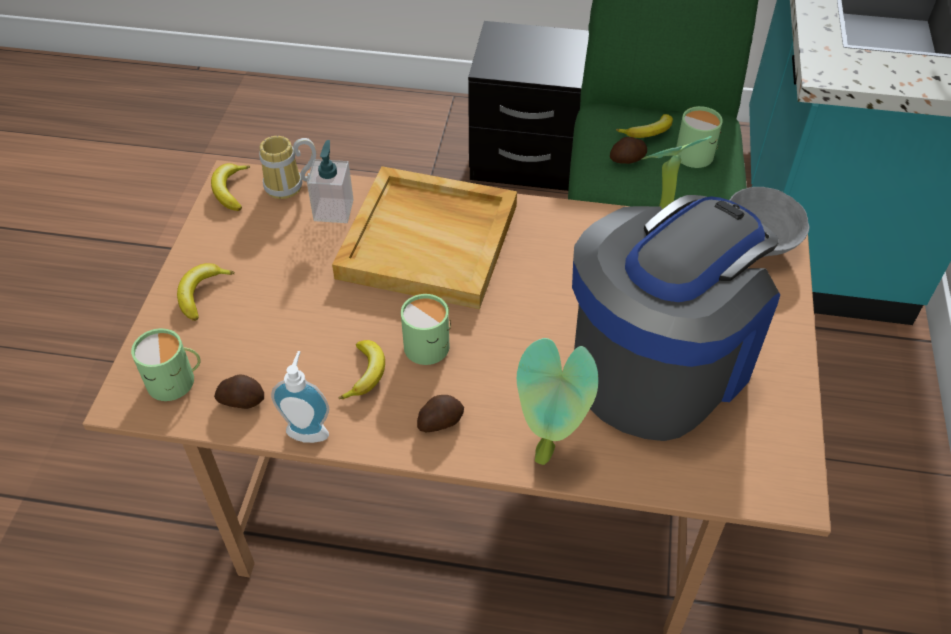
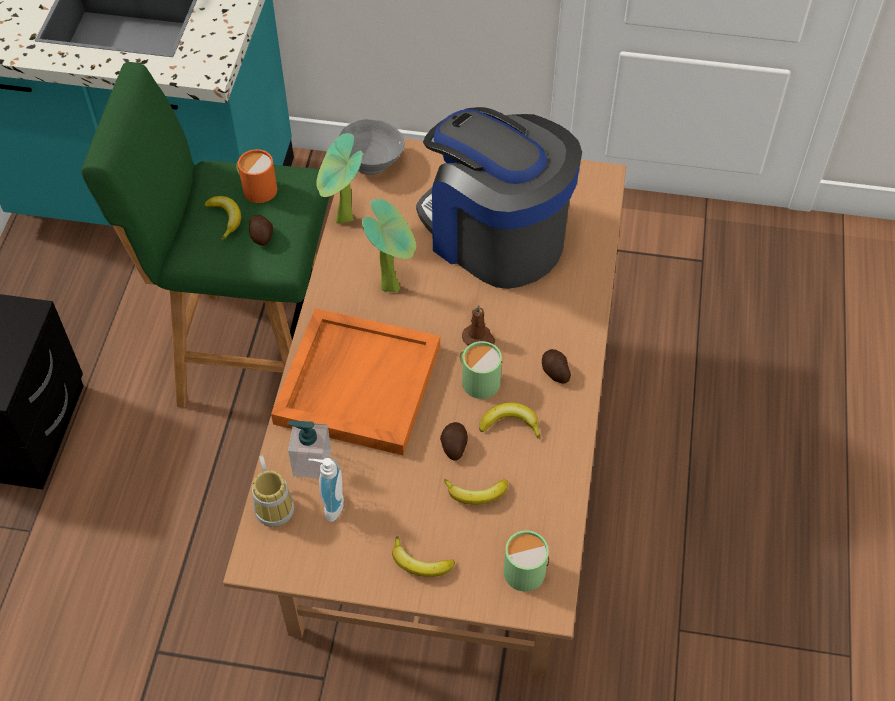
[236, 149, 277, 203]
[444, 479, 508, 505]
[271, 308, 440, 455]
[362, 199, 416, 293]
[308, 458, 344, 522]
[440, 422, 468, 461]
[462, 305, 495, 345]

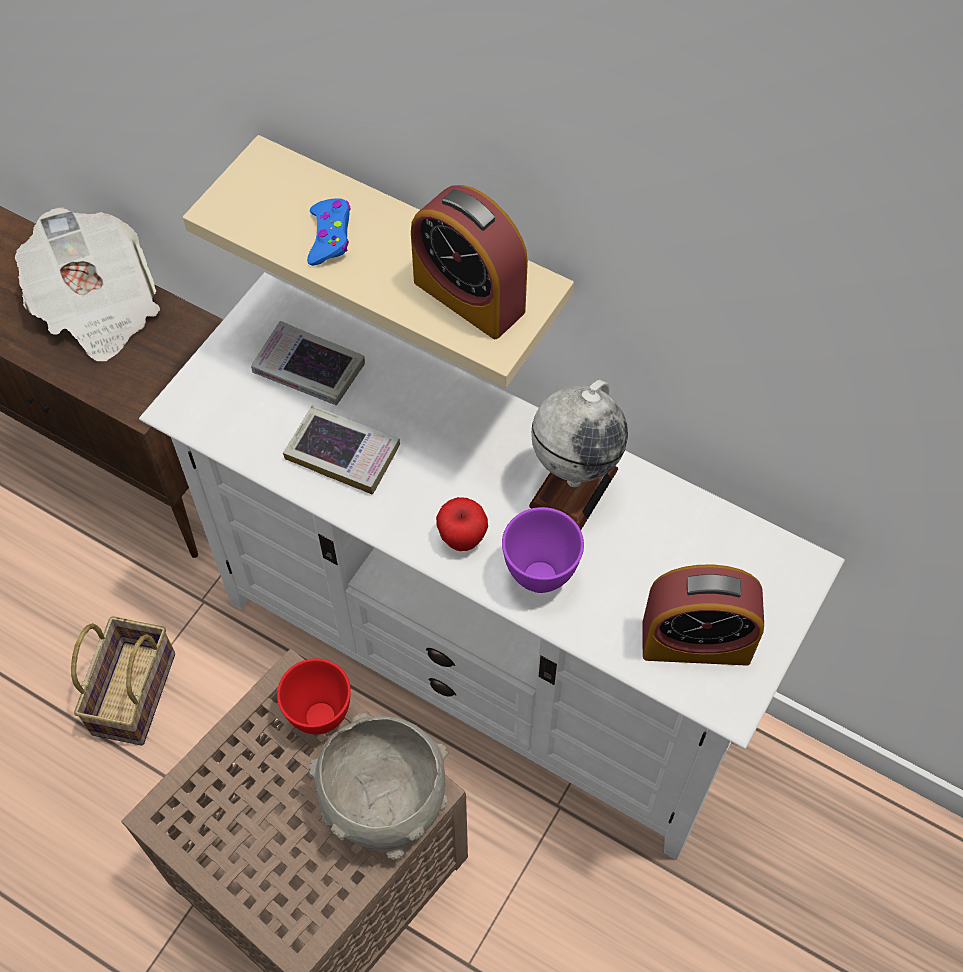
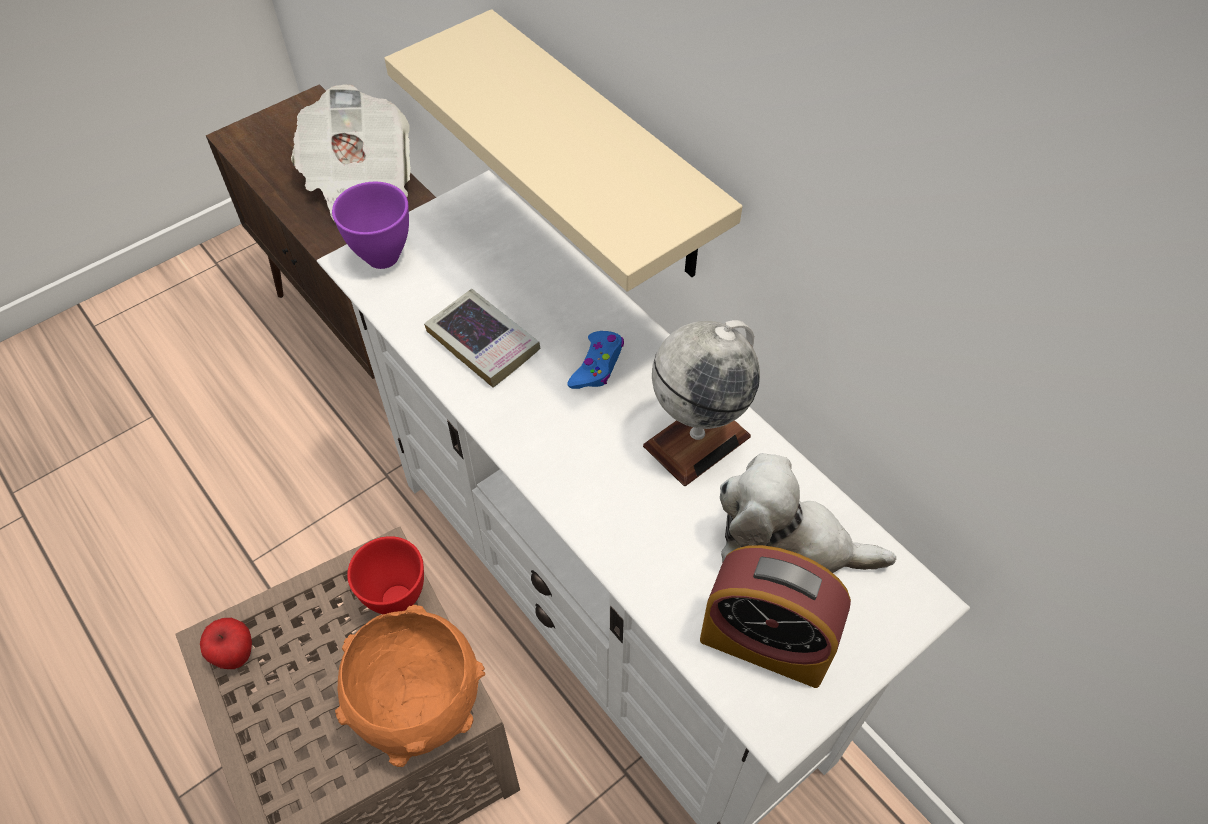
[411, 185, 528, 339] (first image)
[567, 331, 624, 389]
[251, 321, 365, 405] (first image)
[200, 618, 252, 669]
[332, 182, 409, 269]
[71, 616, 175, 746] (first image)
[335, 605, 485, 767]
[720, 453, 896, 573]

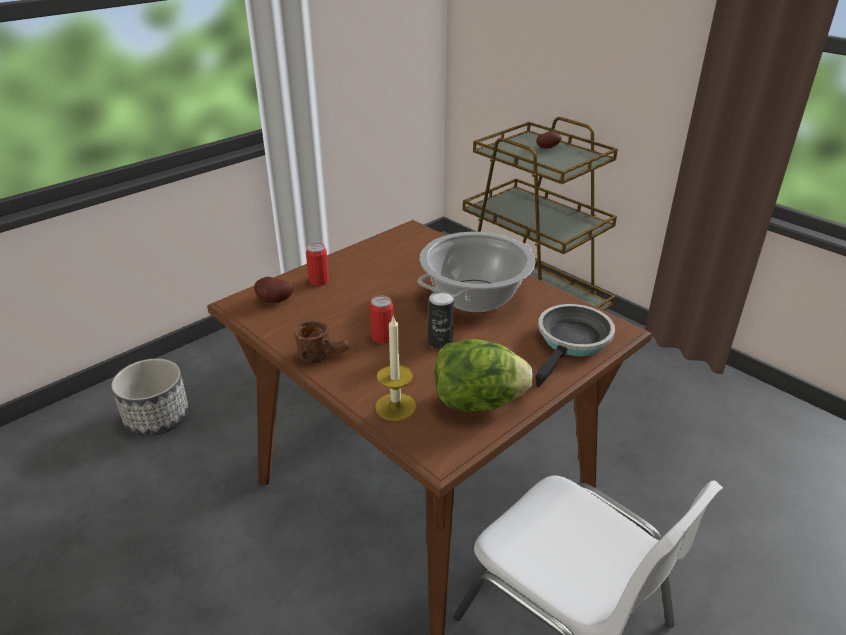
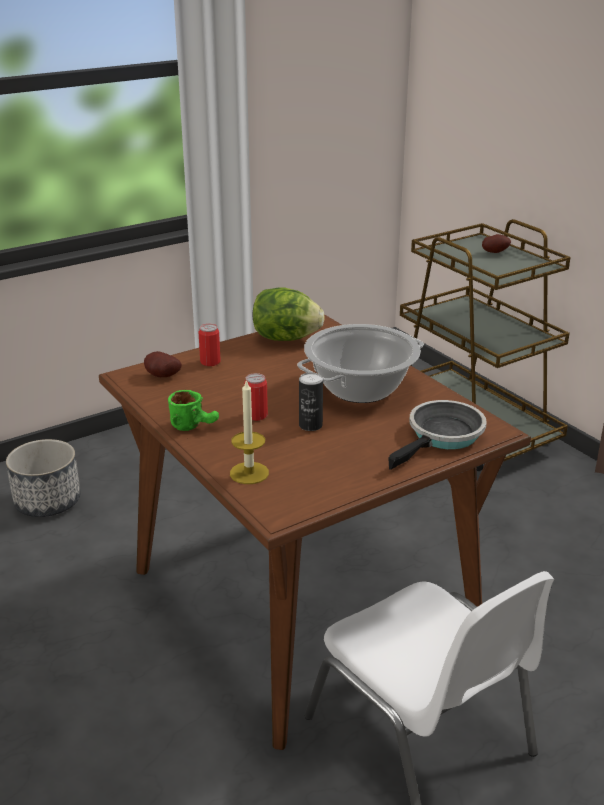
[168, 390, 219, 431]
[253, 288, 325, 341]

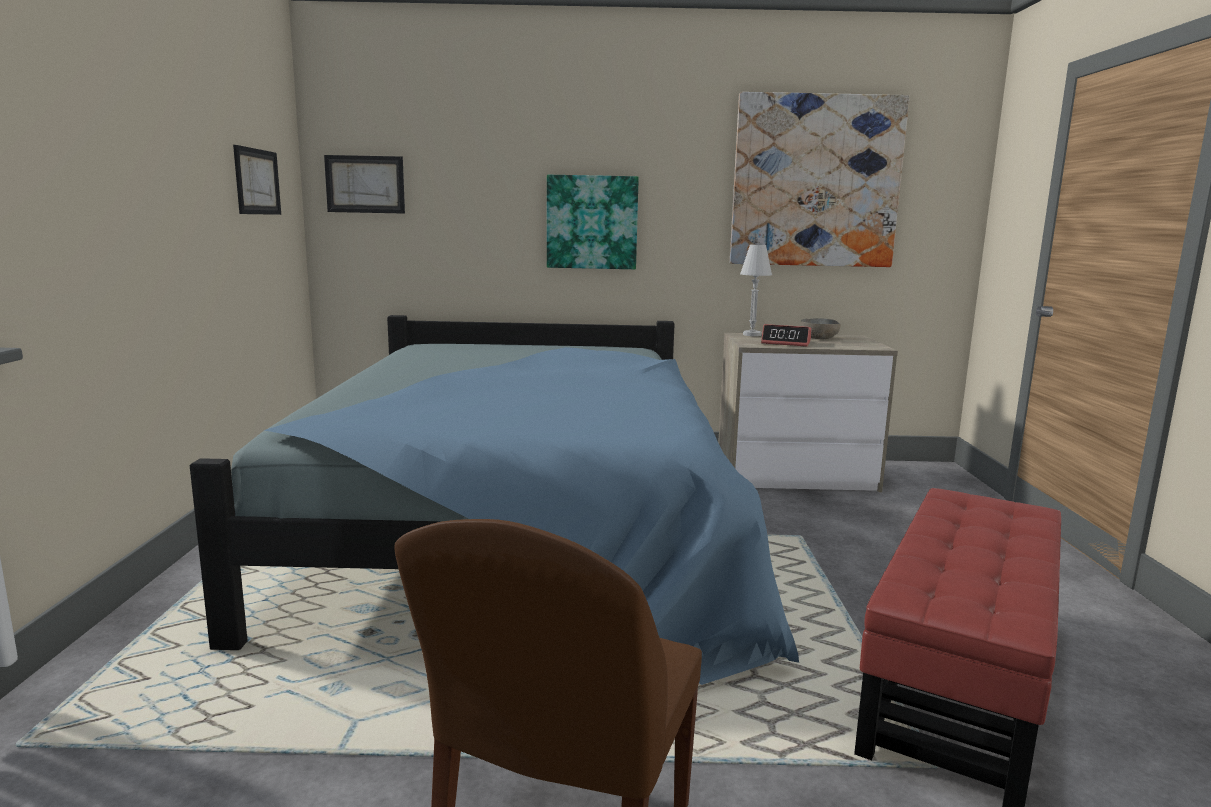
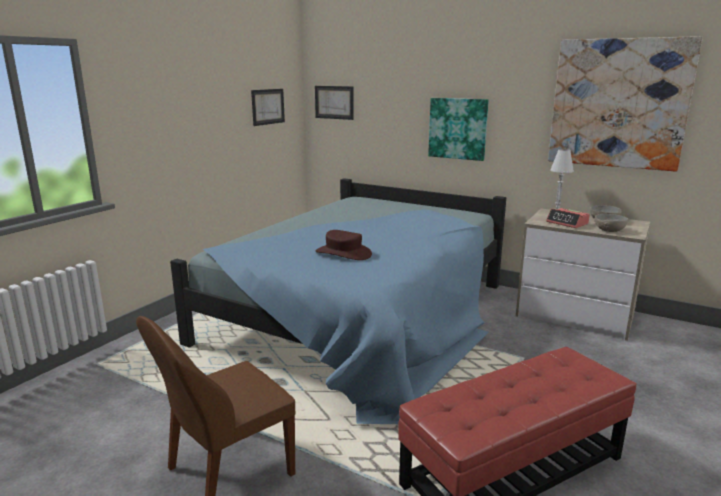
[594, 214, 628, 232]
[315, 230, 372, 260]

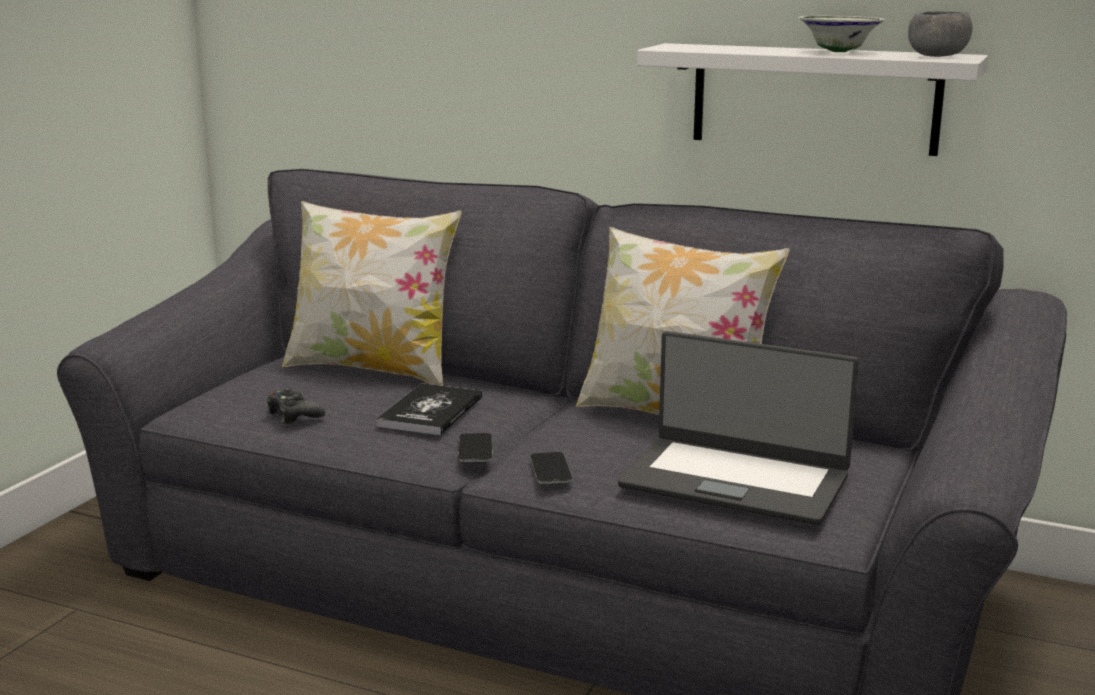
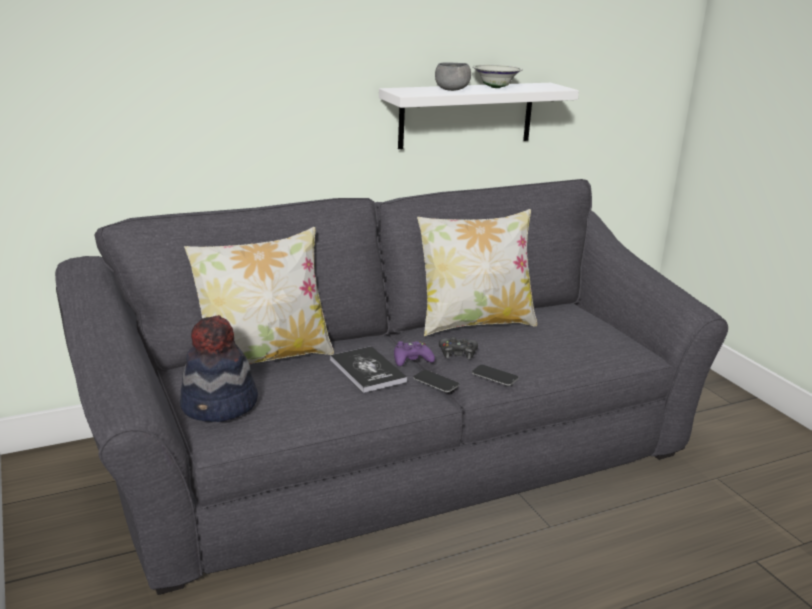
[435, 62, 471, 91]
[618, 331, 859, 525] (first image)
[439, 337, 478, 359]
[180, 315, 258, 422]
[394, 341, 435, 366]

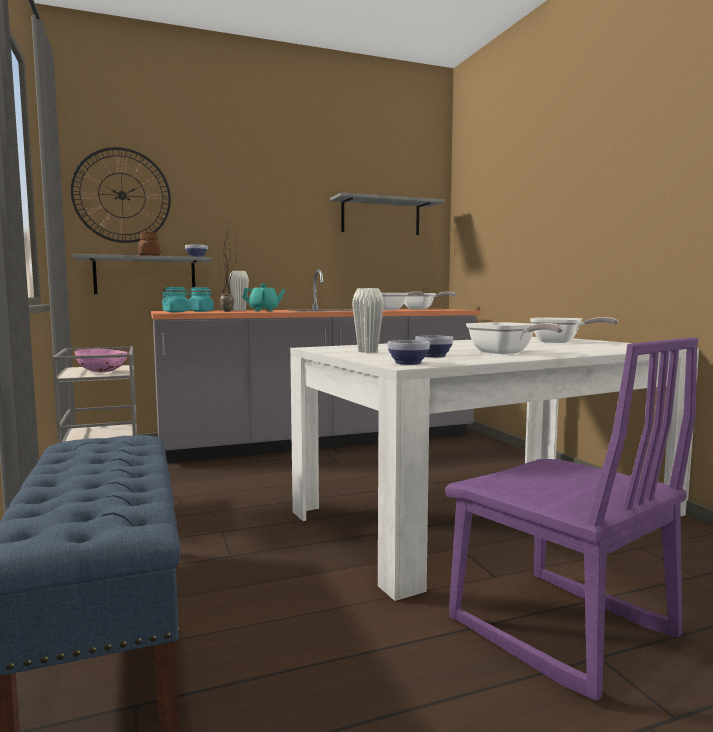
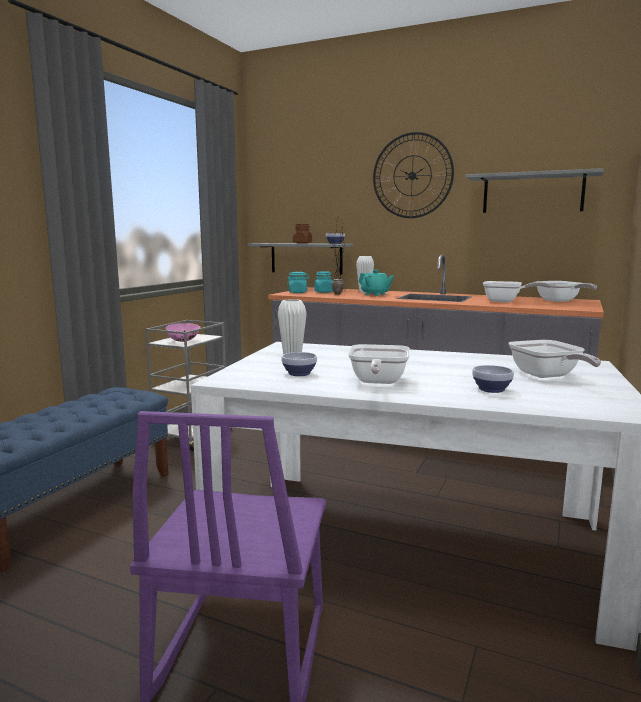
[373, 132, 454, 218]
[472, 365, 514, 393]

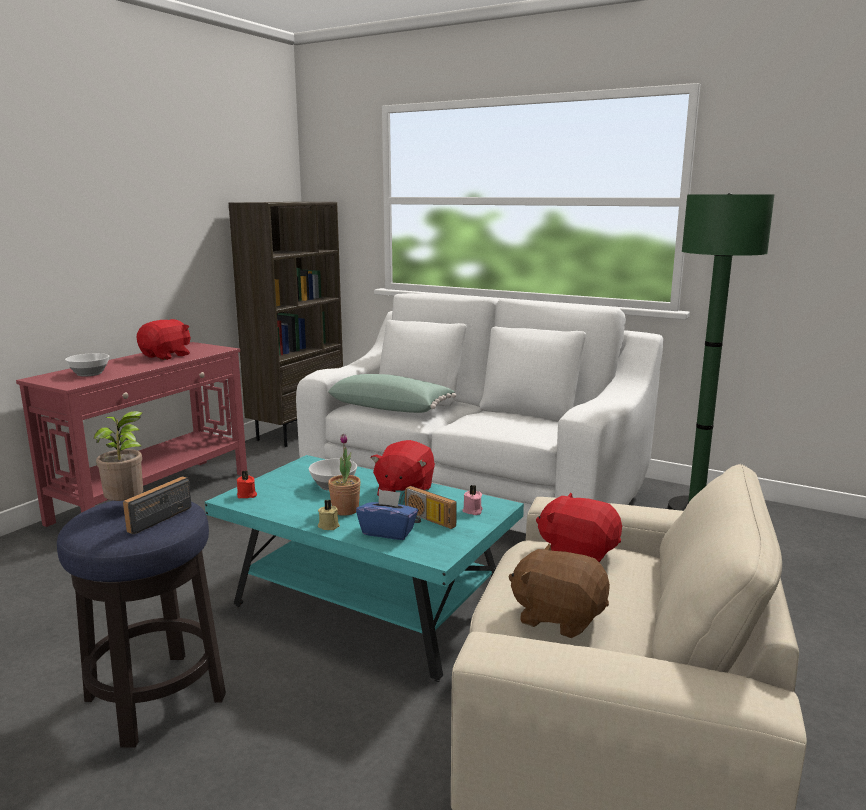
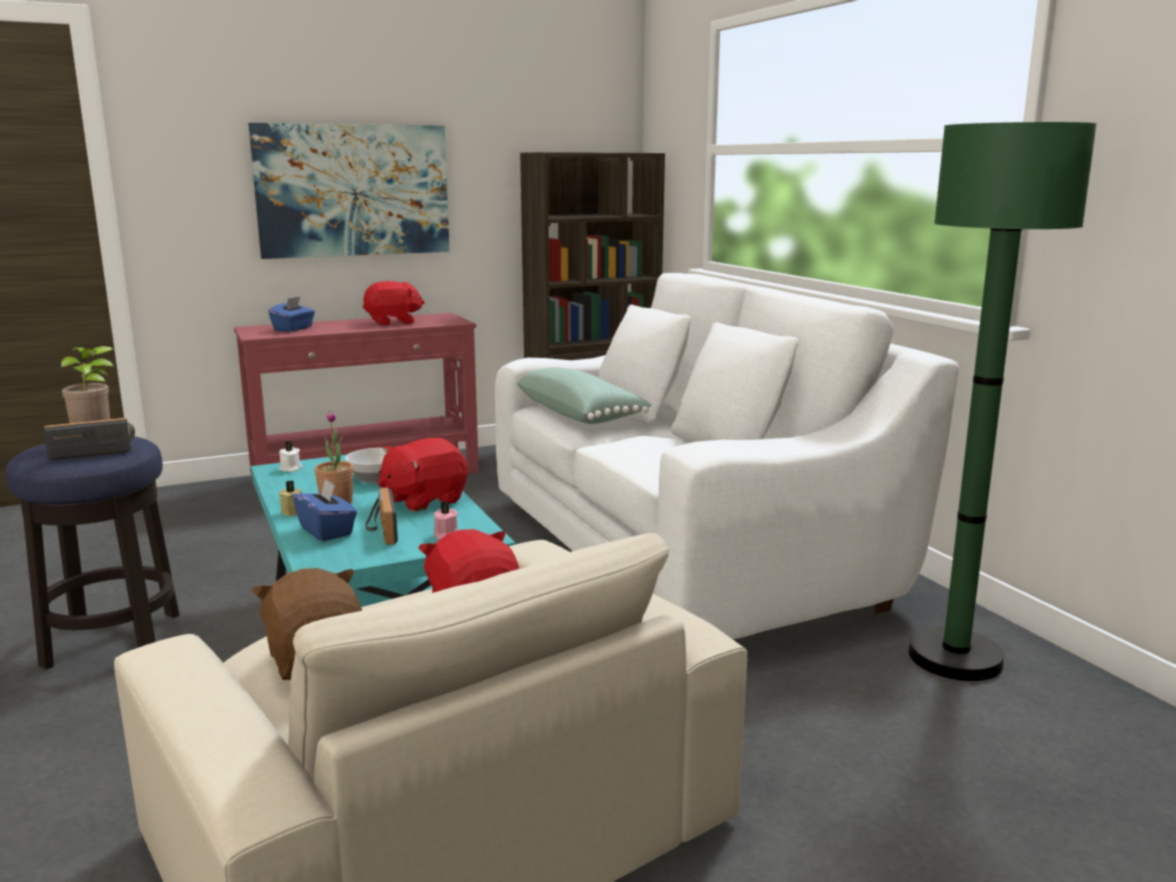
[268, 296, 315, 332]
[279, 441, 302, 472]
[248, 123, 450, 259]

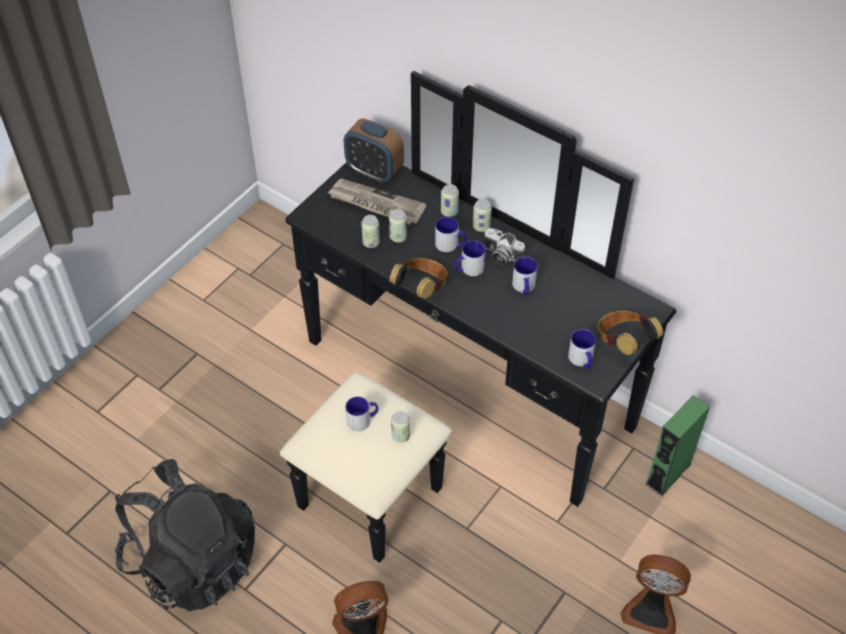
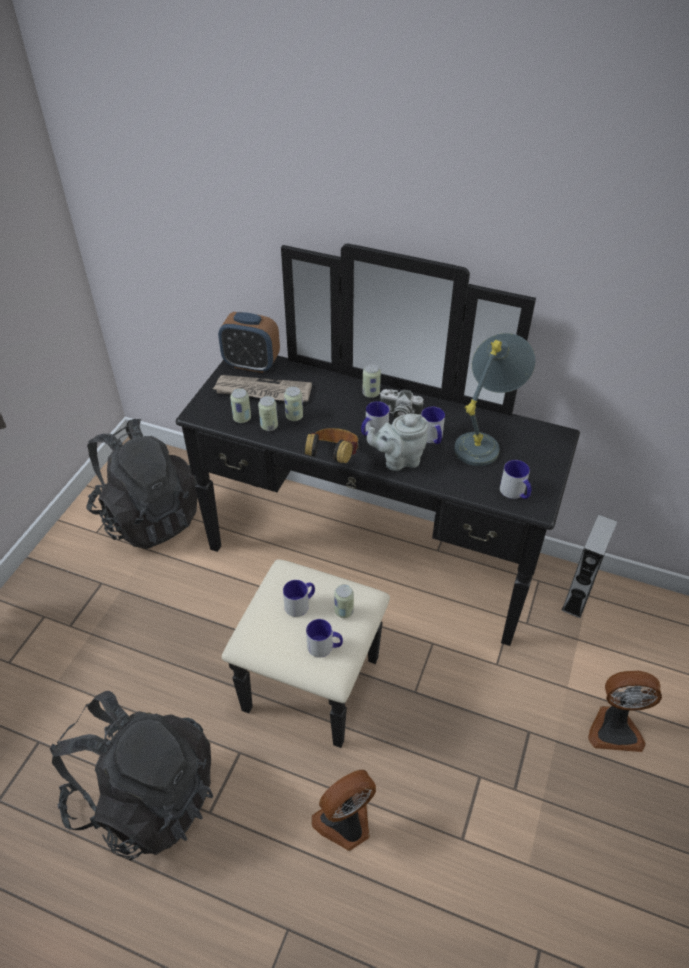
[230, 388, 251, 423]
[306, 619, 343, 658]
[597, 311, 663, 355] (first image)
[561, 514, 617, 618]
[454, 333, 535, 466]
[367, 414, 428, 471]
[86, 419, 197, 549]

